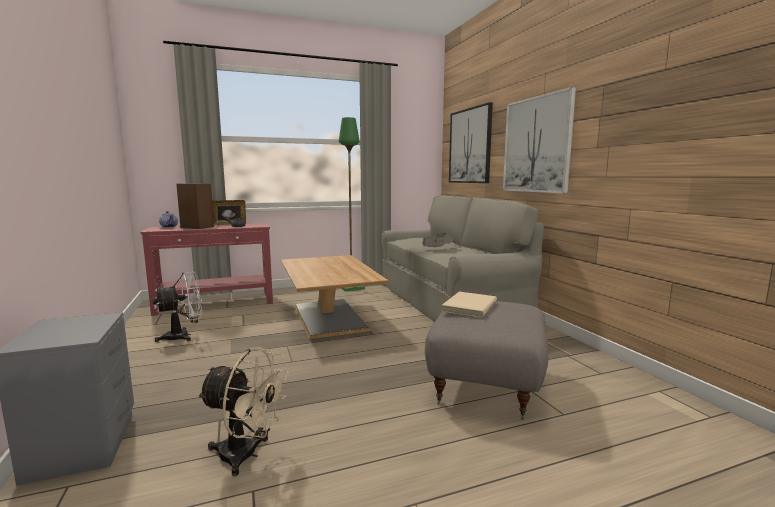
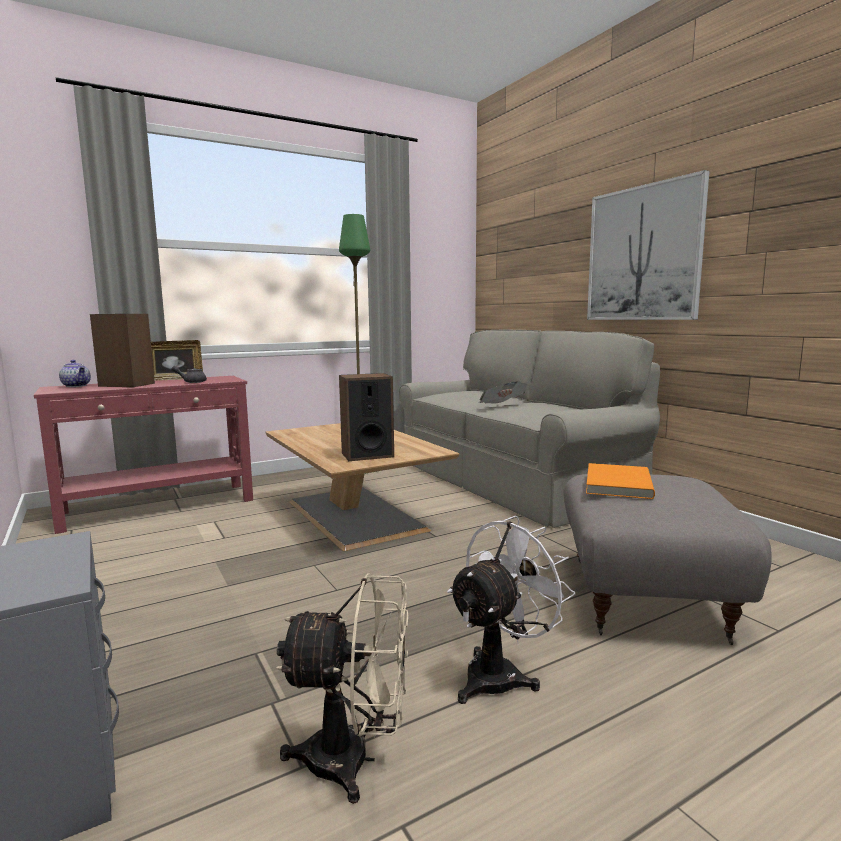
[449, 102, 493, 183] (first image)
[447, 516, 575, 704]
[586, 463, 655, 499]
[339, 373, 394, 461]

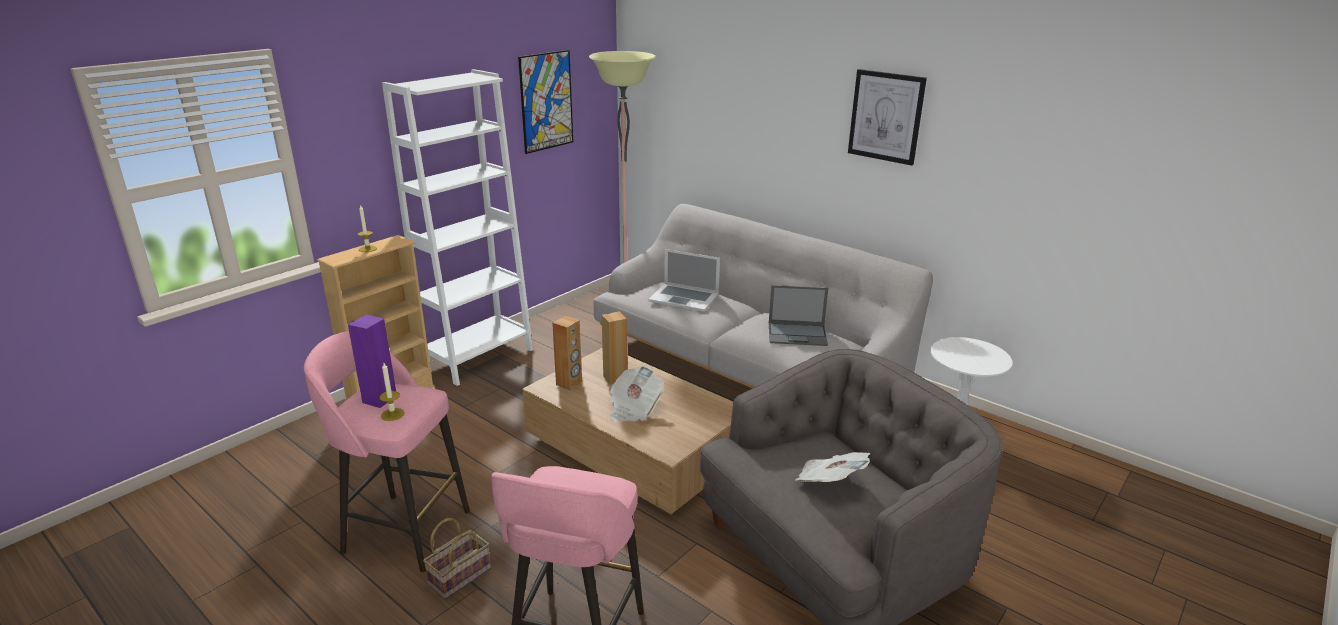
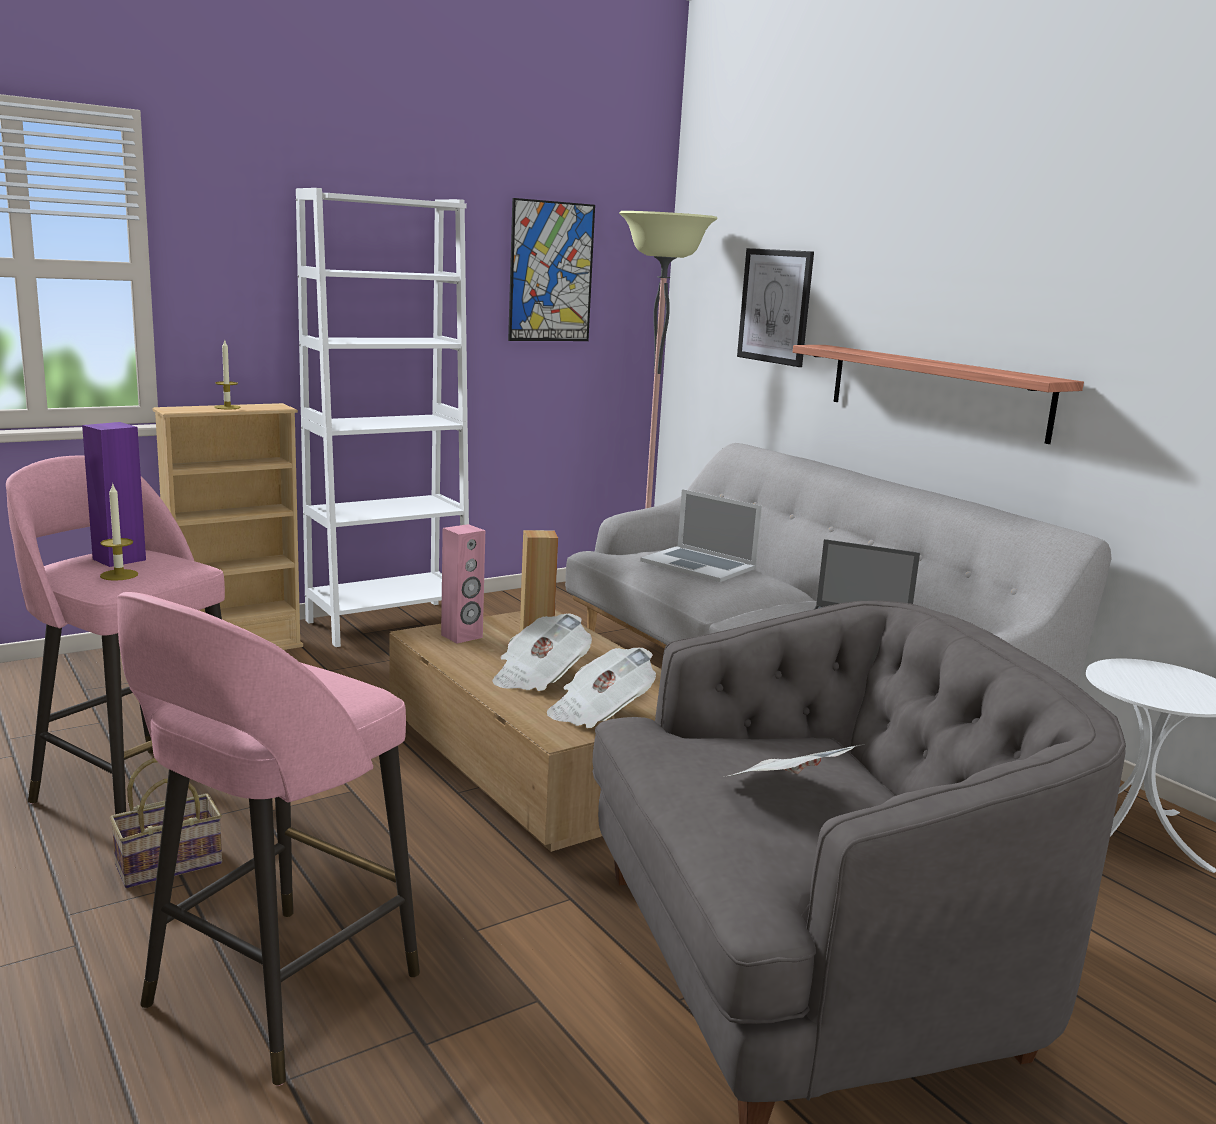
[737, 248, 814, 367]
[441, 524, 485, 643]
[793, 345, 1084, 444]
[547, 648, 656, 728]

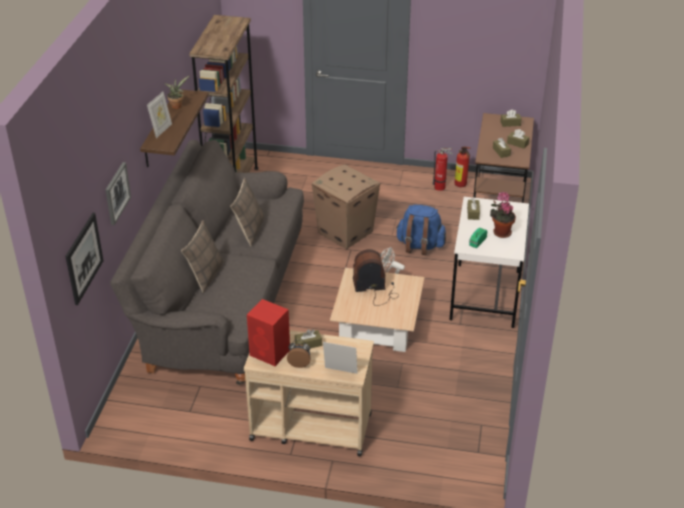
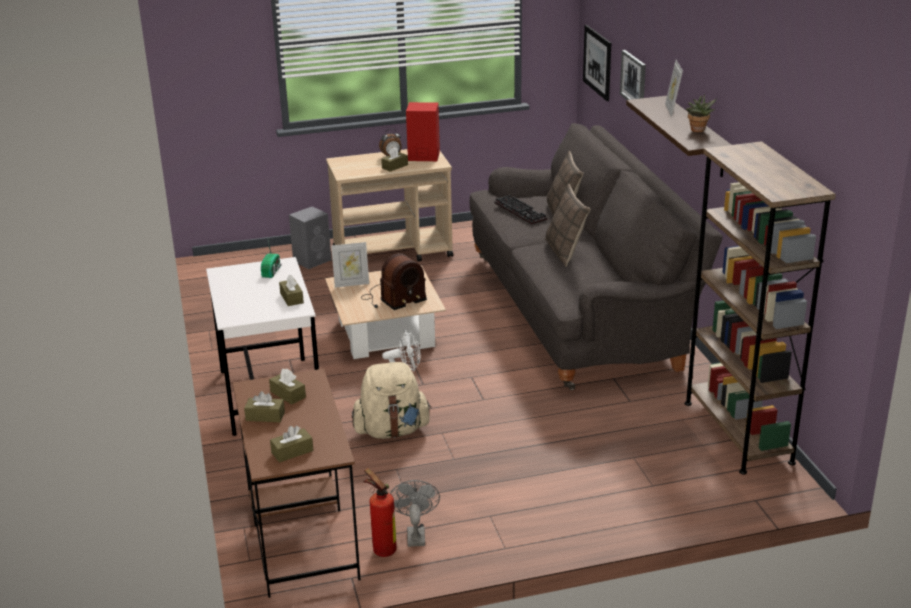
[390, 480, 440, 547]
[312, 164, 380, 249] (first image)
[490, 192, 516, 238] (first image)
[352, 362, 432, 439]
[331, 242, 369, 288]
[494, 195, 548, 225]
[289, 206, 331, 269]

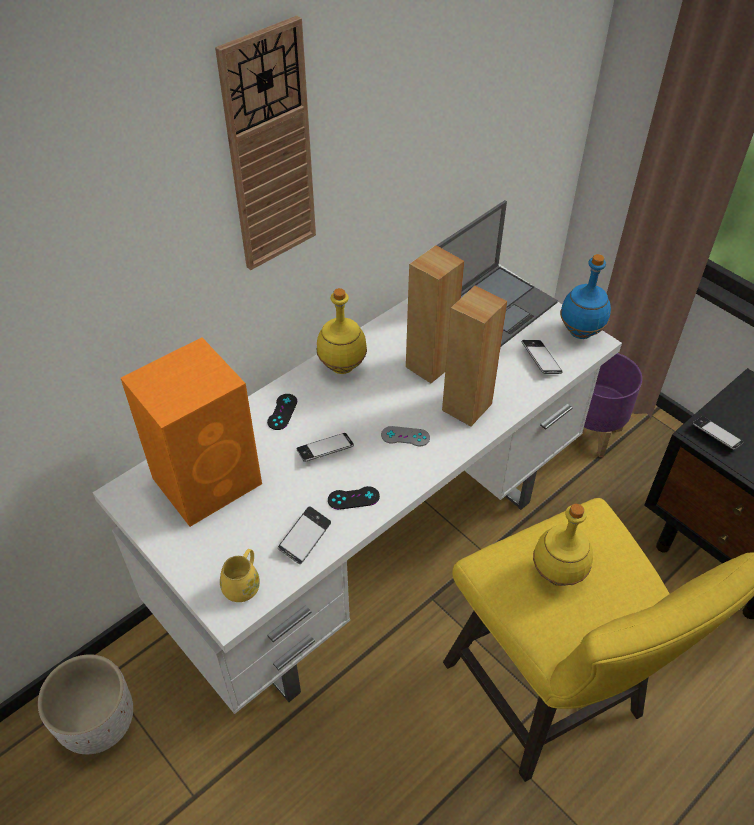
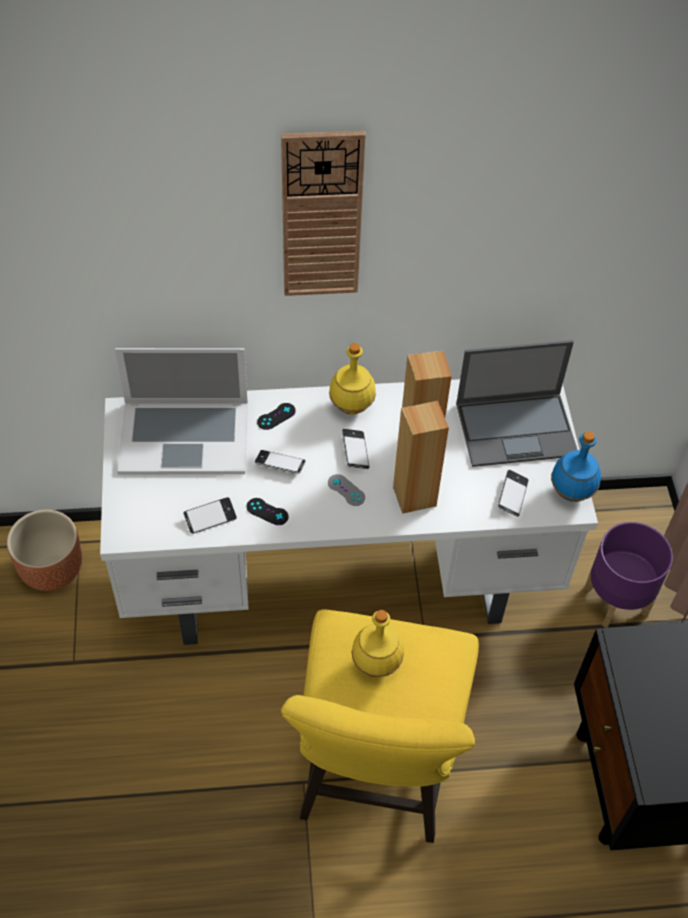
[115, 348, 248, 474]
[342, 429, 370, 469]
[220, 549, 260, 602] (first image)
[7, 510, 82, 591]

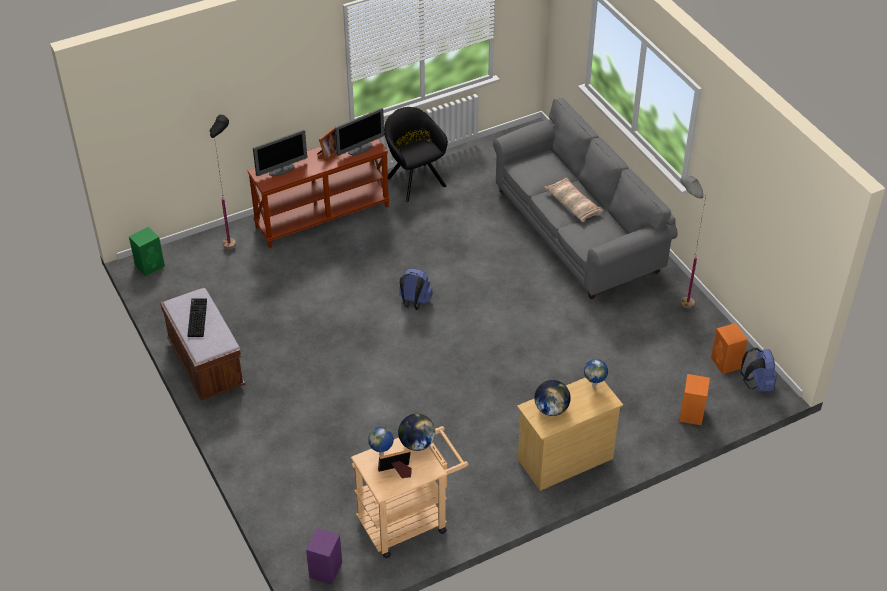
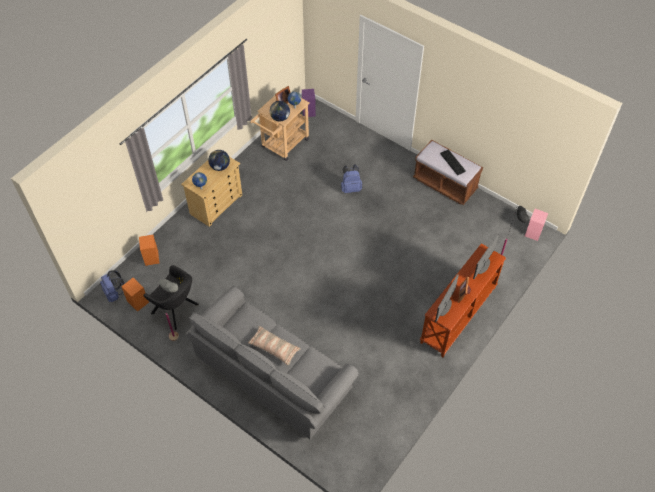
[144, 265, 199, 330]
[525, 209, 548, 241]
[341, 164, 362, 193]

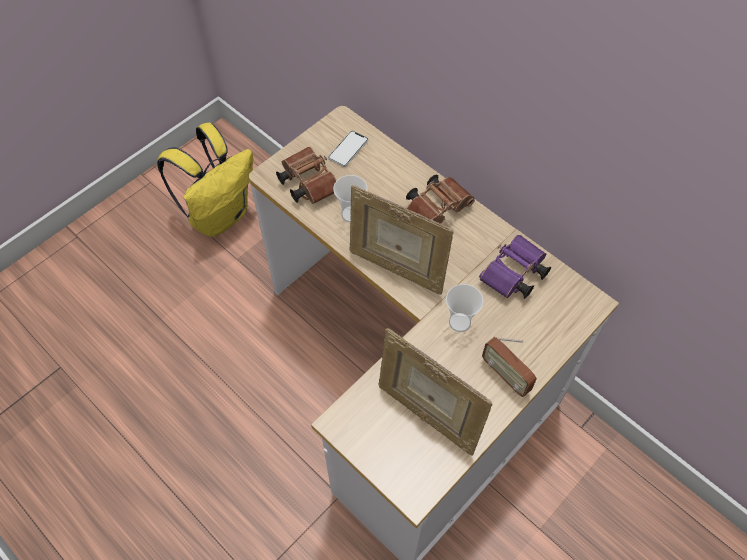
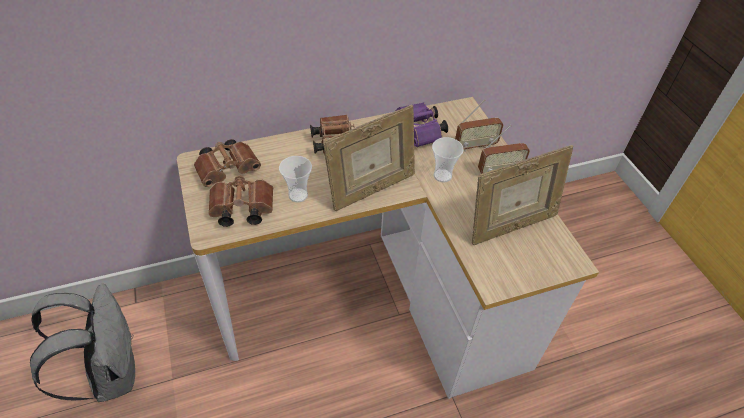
[30, 284, 135, 402]
[194, 139, 261, 187]
[455, 100, 503, 152]

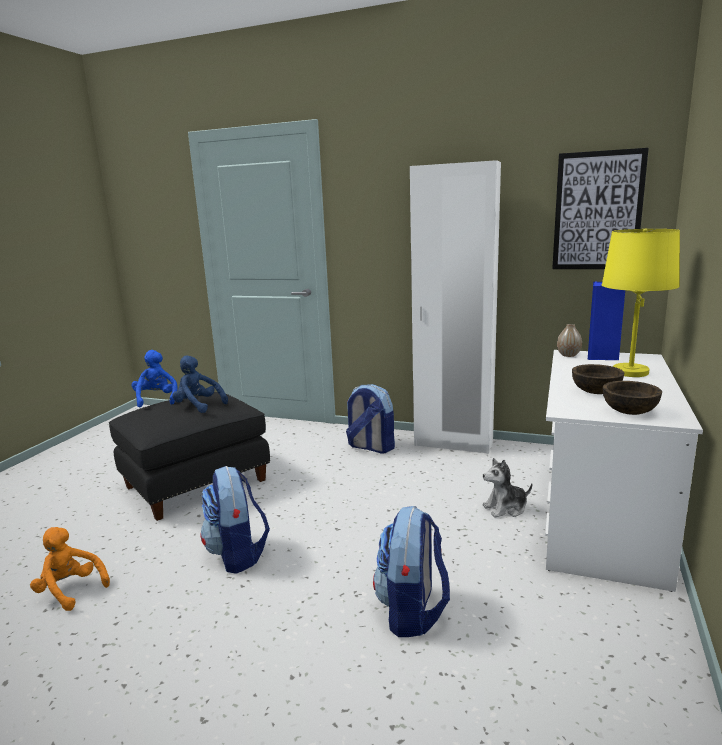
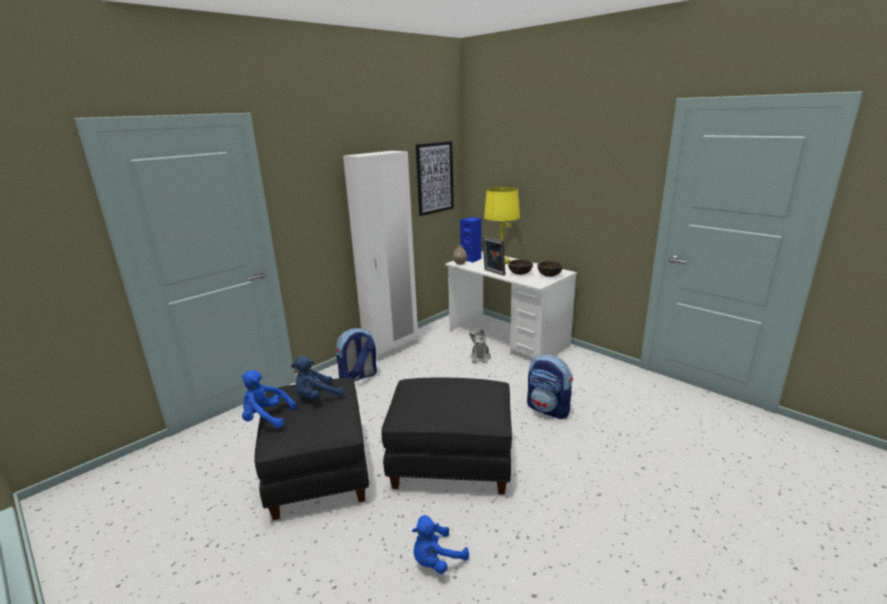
[381, 378, 512, 494]
[412, 515, 469, 574]
[482, 236, 506, 276]

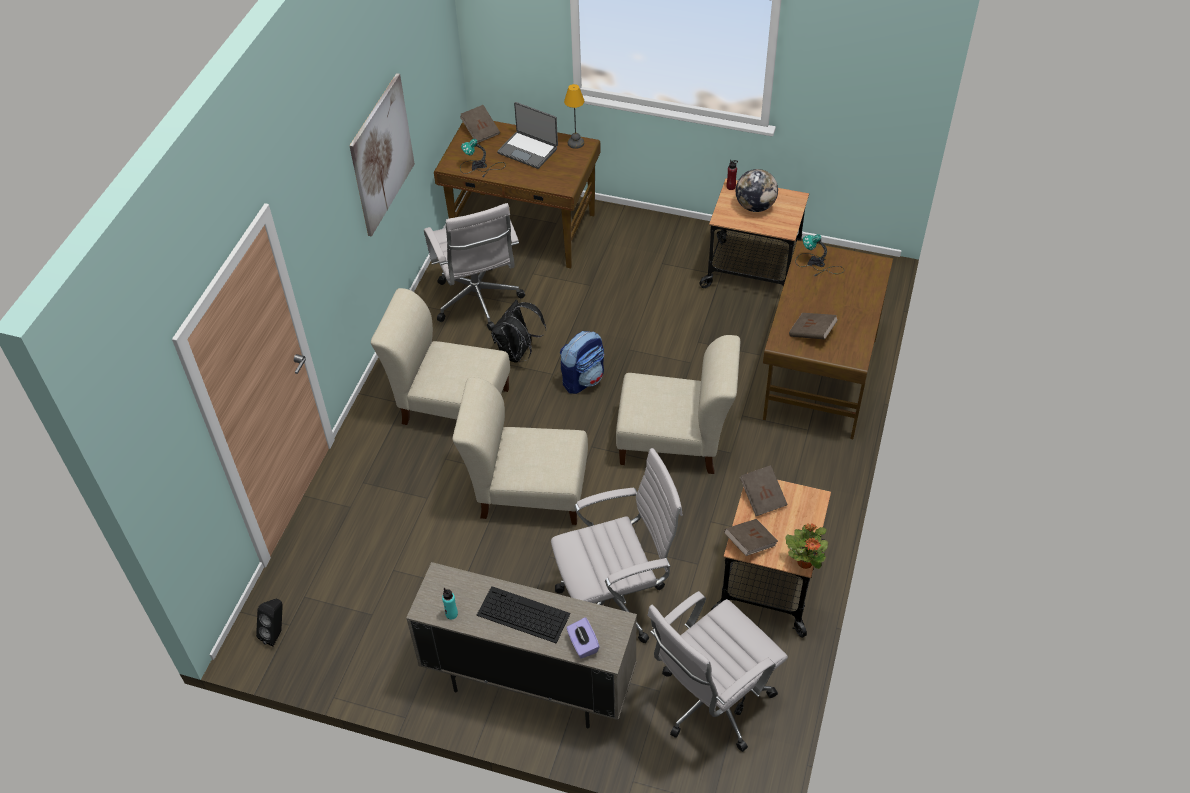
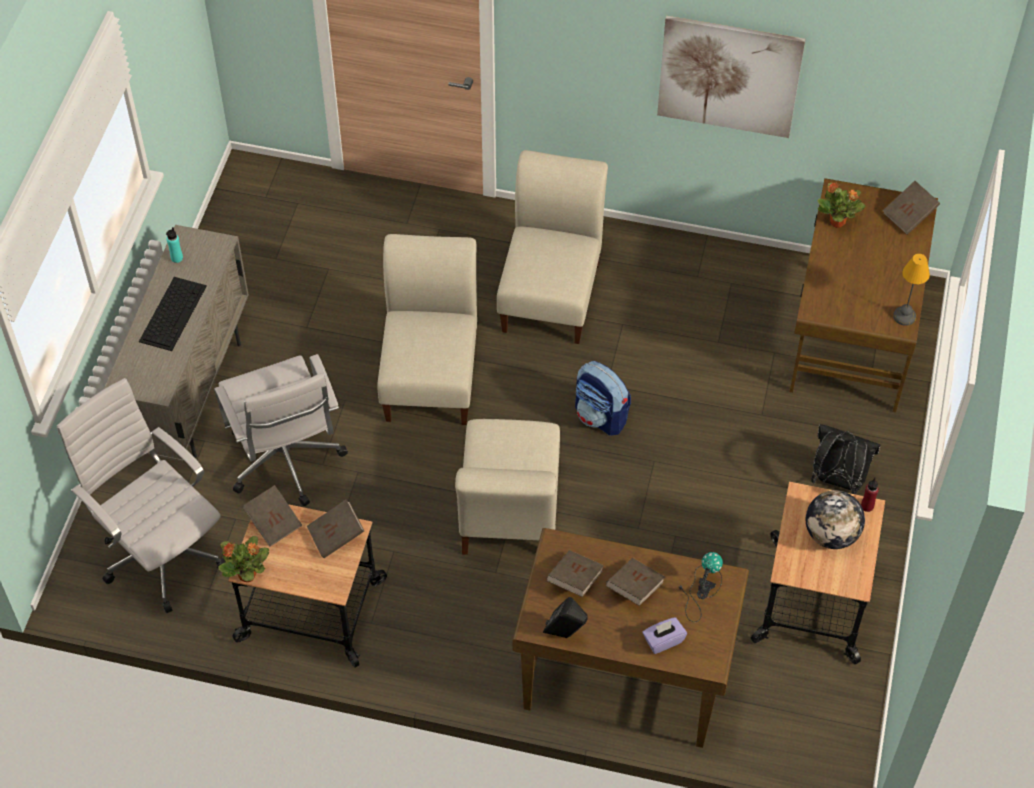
[497, 102, 558, 169] (first image)
[818, 182, 865, 228]
[424, 203, 525, 331] (first image)
[812, 424, 881, 494]
[543, 597, 588, 638]
[642, 617, 687, 654]
[606, 558, 665, 606]

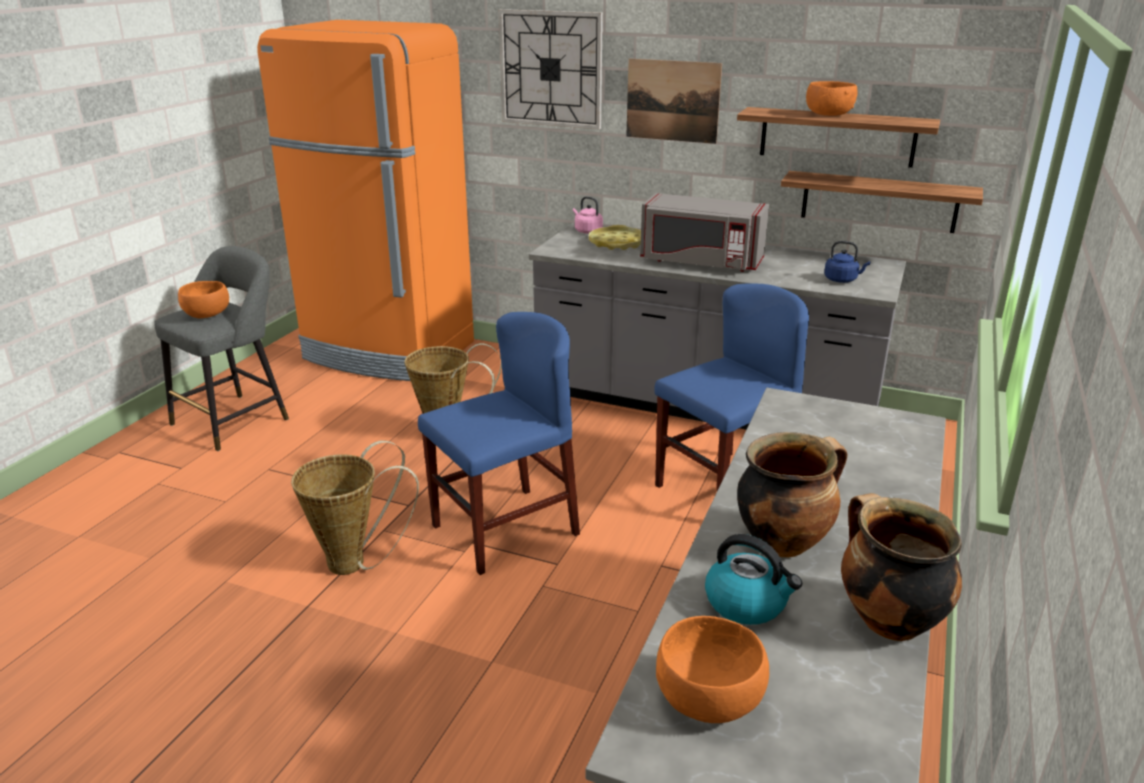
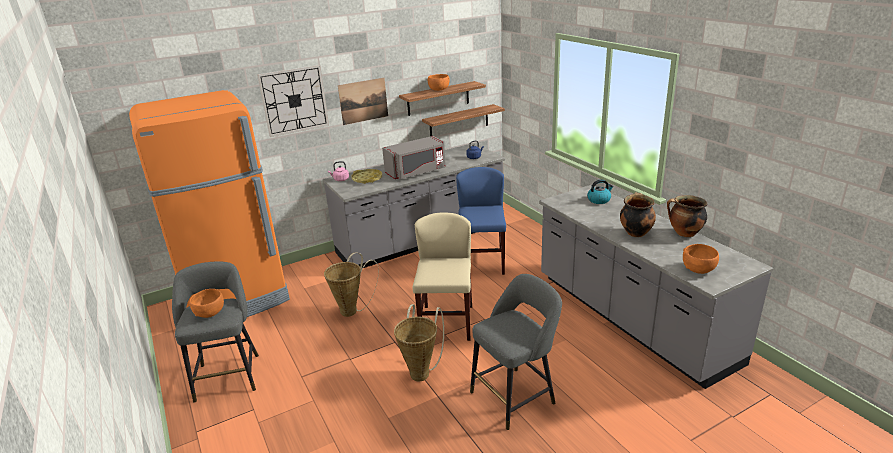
[413, 213, 472, 341]
[587, 179, 614, 204]
[470, 274, 562, 430]

